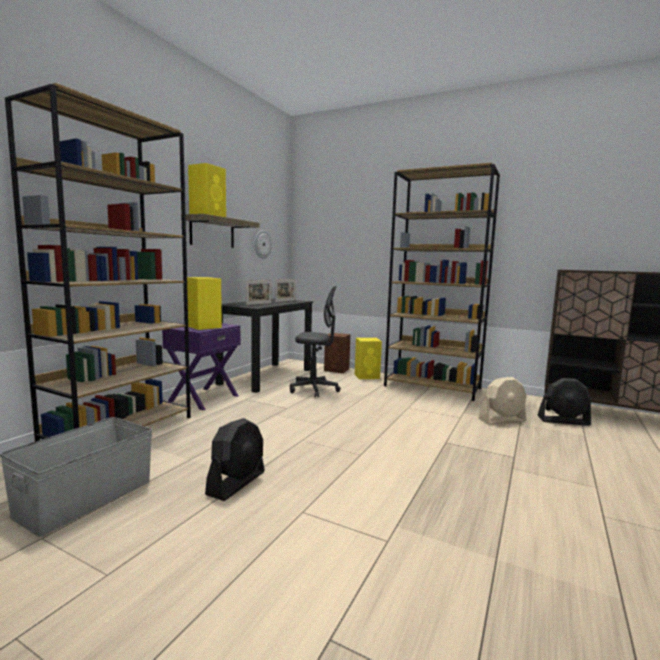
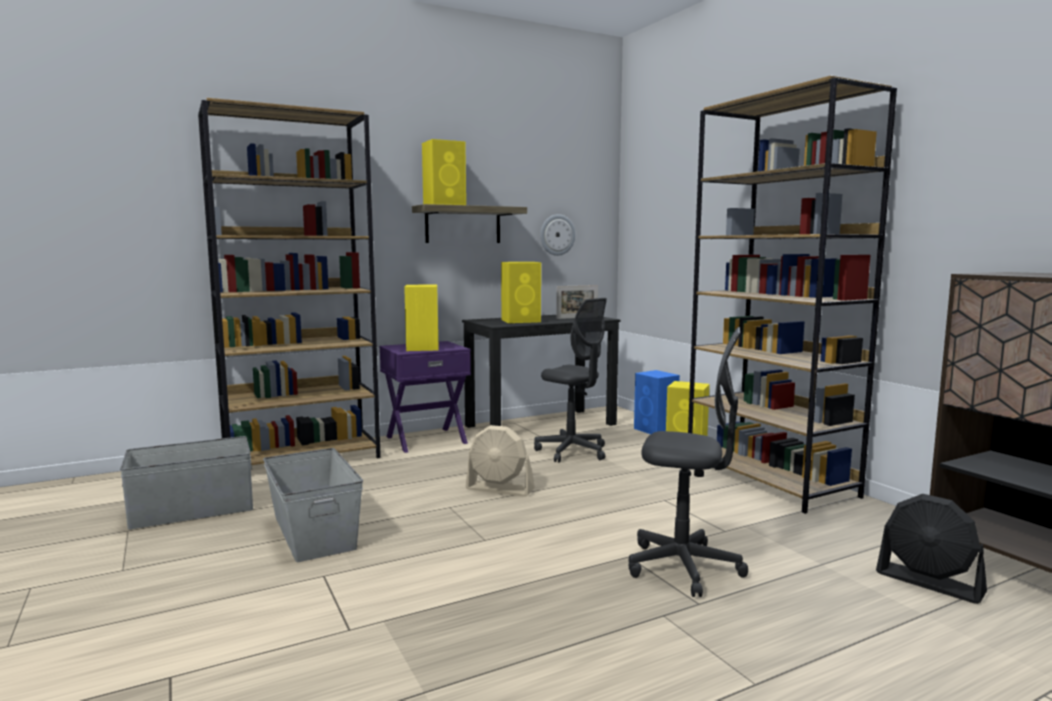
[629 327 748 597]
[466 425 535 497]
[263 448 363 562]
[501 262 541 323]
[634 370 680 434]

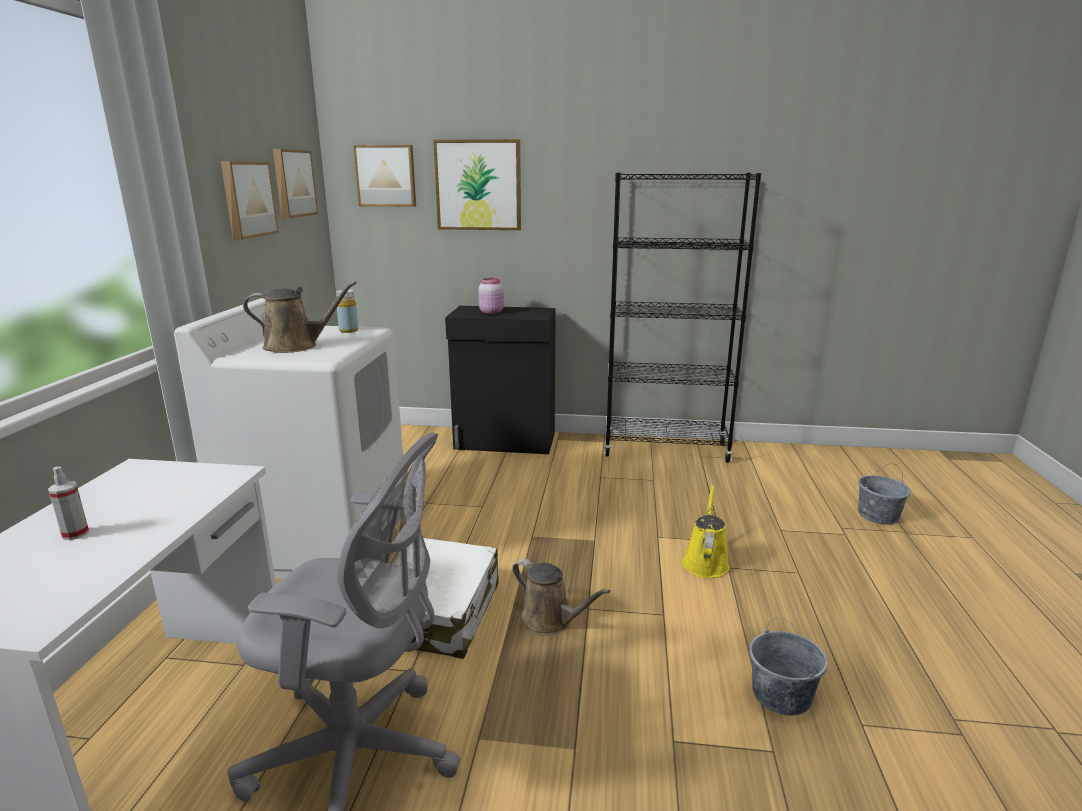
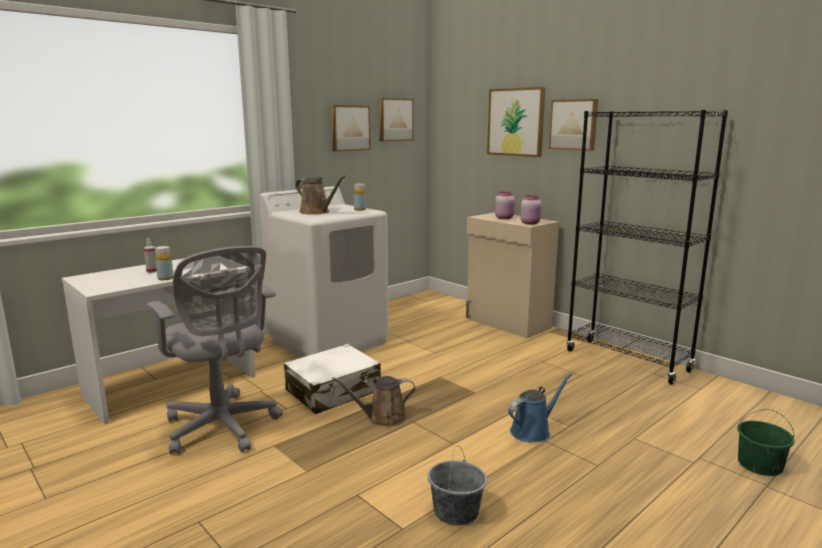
[155 246 174 280]
[520 195 542 225]
[549 99 598 151]
[466 213 559 338]
[508 373 572 442]
[737 409 794 476]
[332 376 415 426]

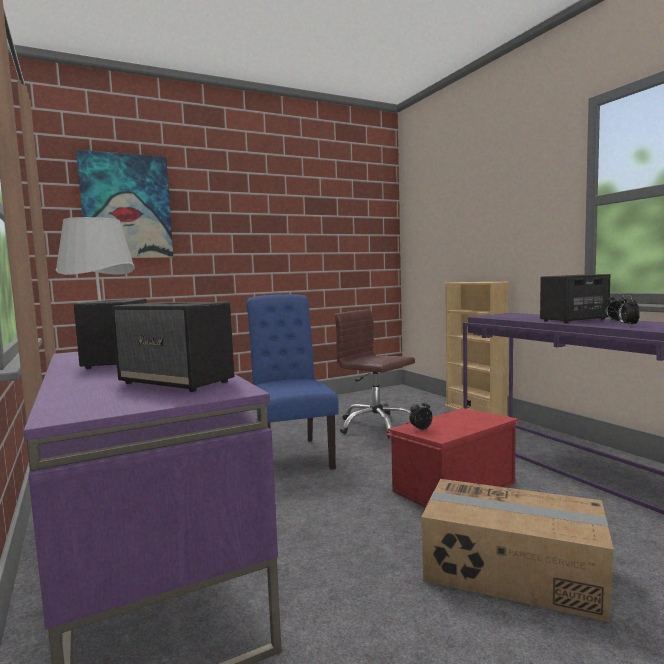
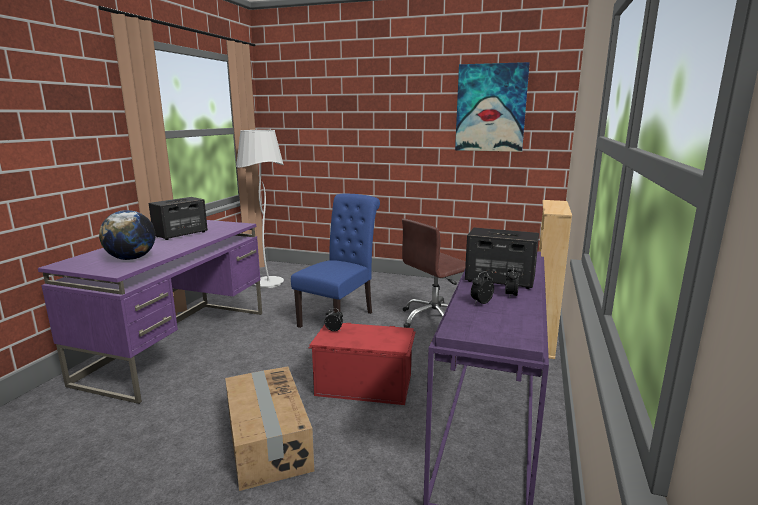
[455 62 530 152]
[99 210 156 260]
[402 219 466 328]

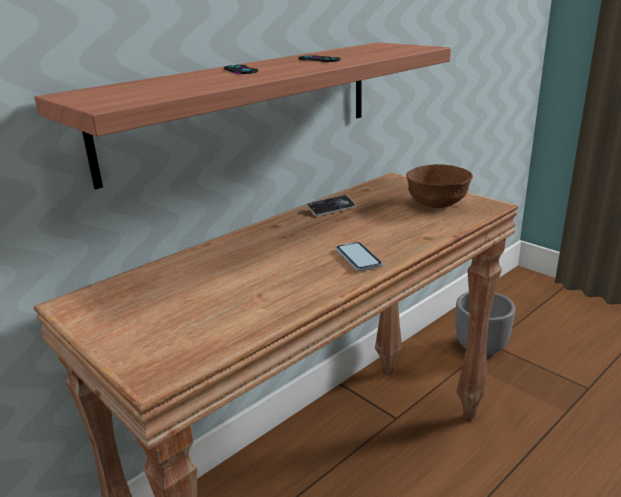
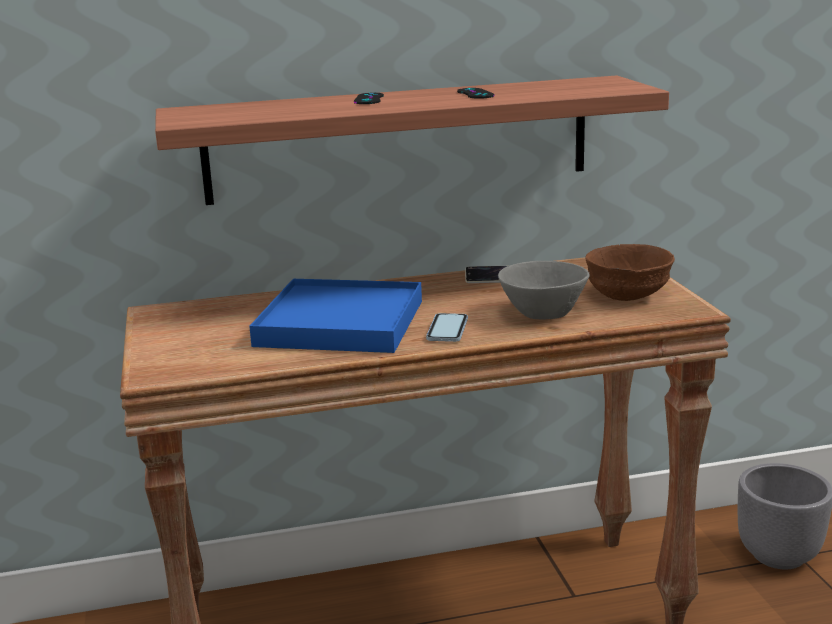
[249 279 422 353]
[498 261 590 320]

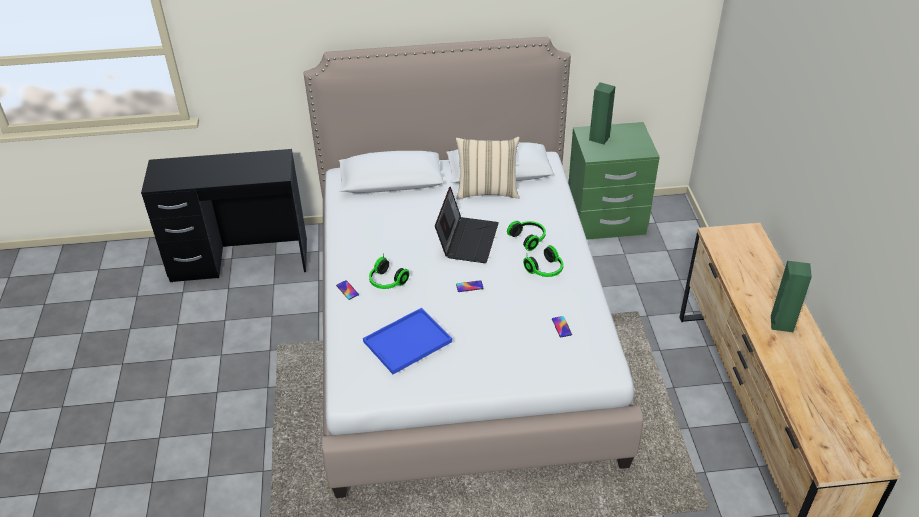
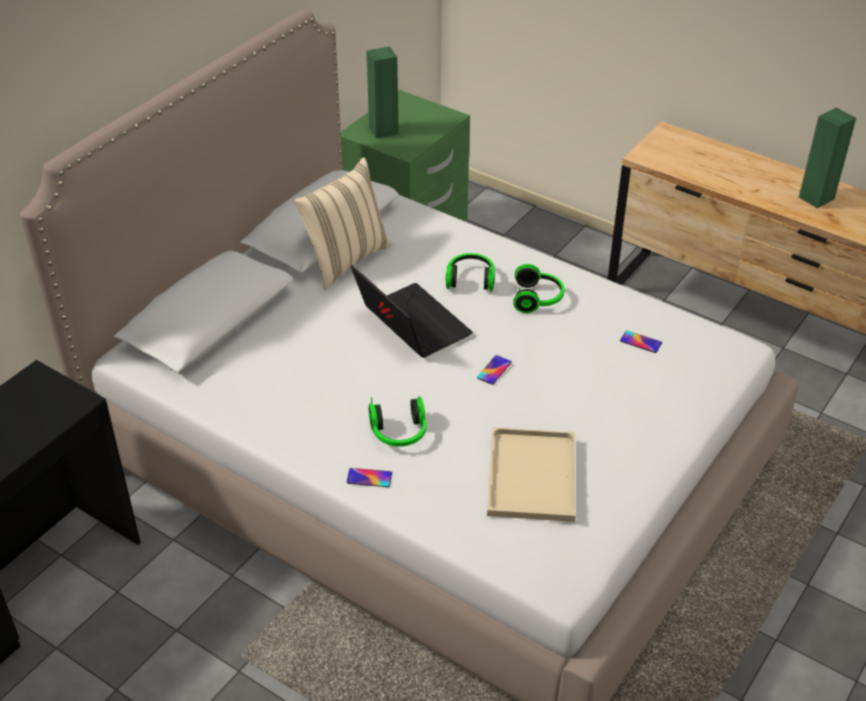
[487 427 576 522]

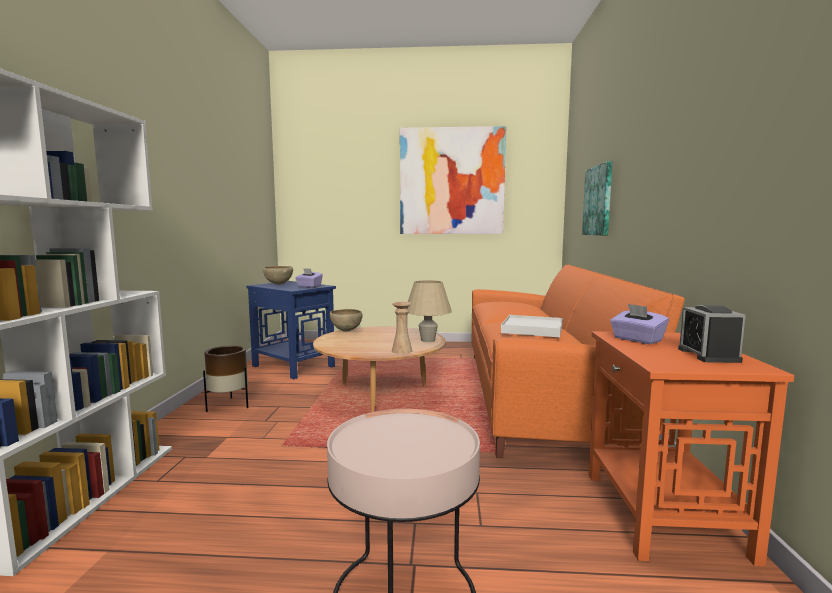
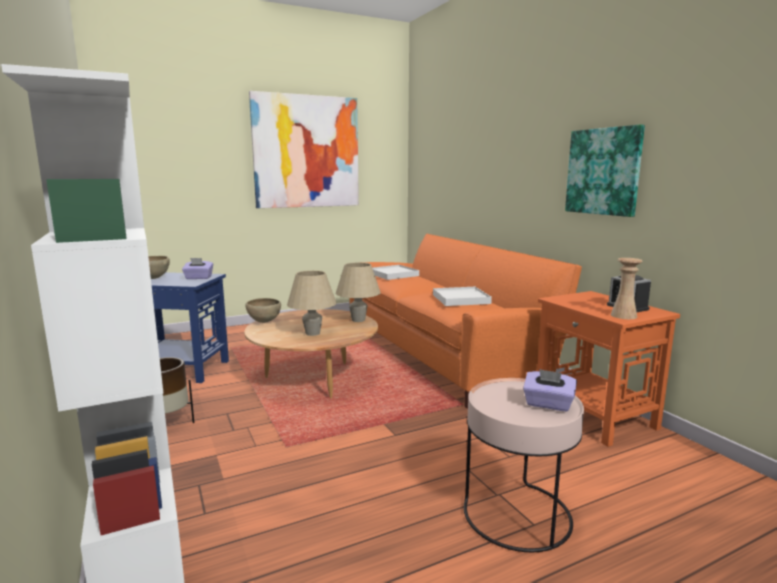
[287 270 336 336]
[372 265 419 280]
[610 258 643 319]
[565 125 645 217]
[523 369 577 412]

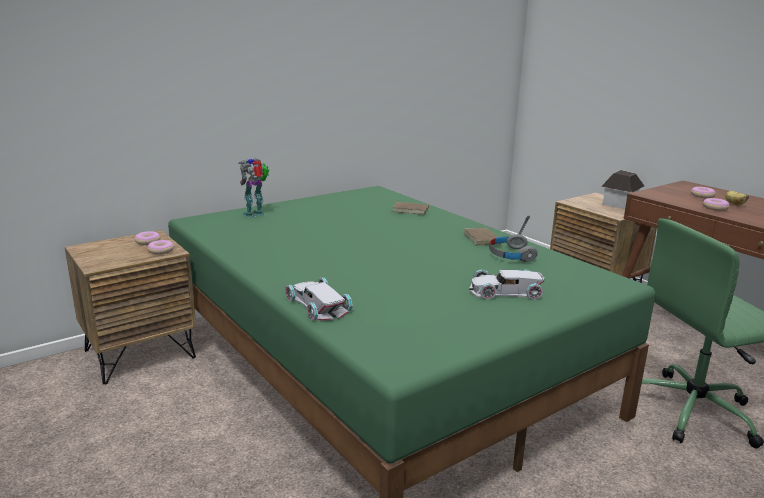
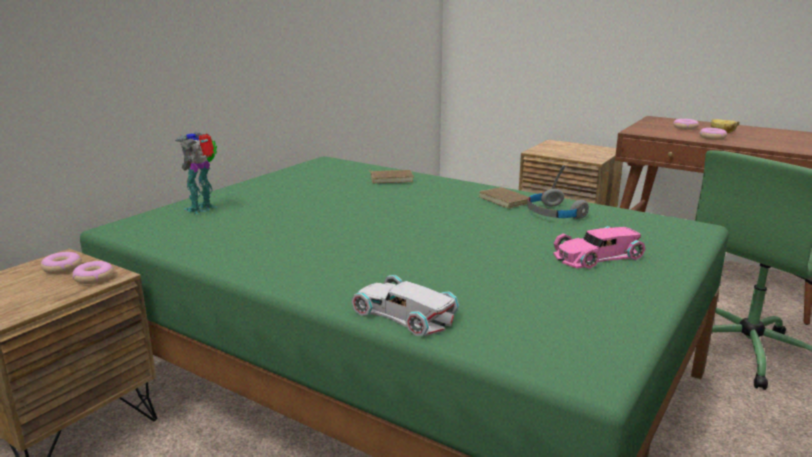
[601 170 644 209] (first image)
[553 226 645 269]

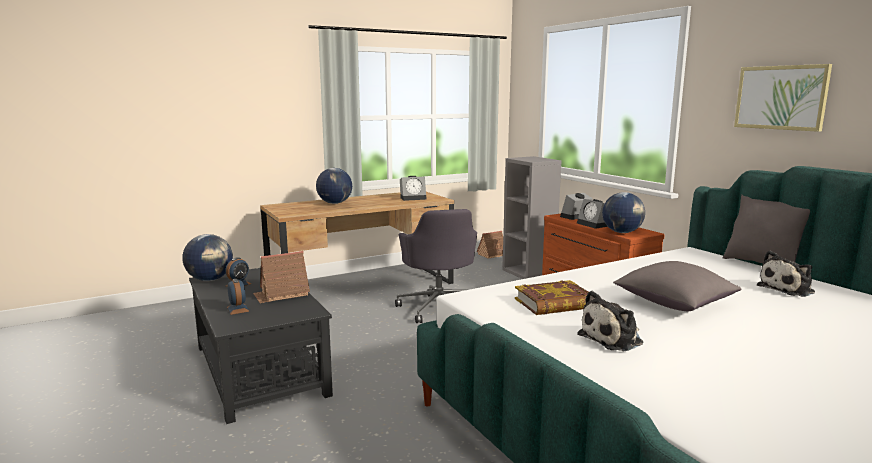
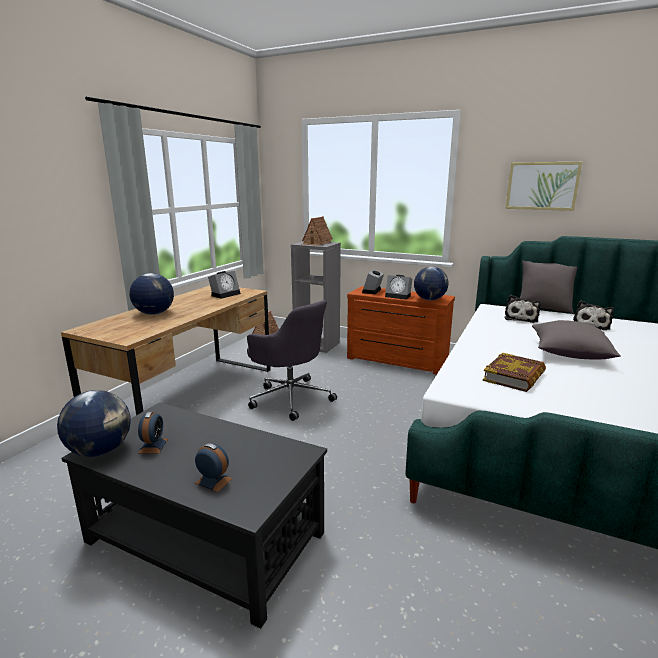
[302 216 333 246]
[504 295 541 323]

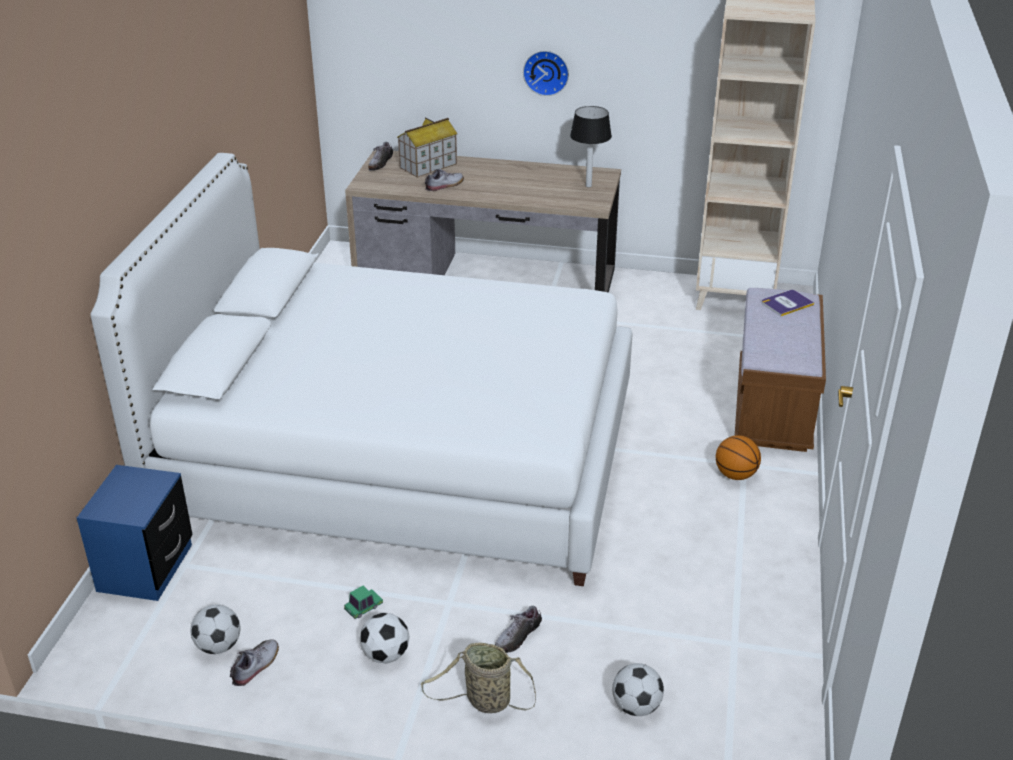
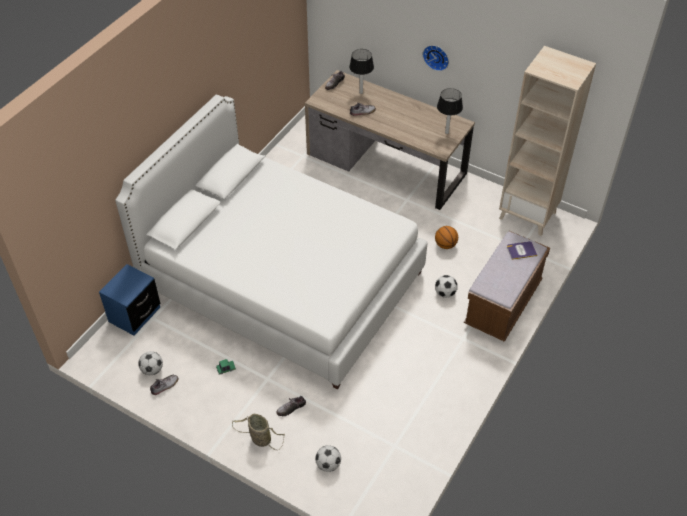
[435 275 458 298]
[435 226 458 249]
[349 49 374 94]

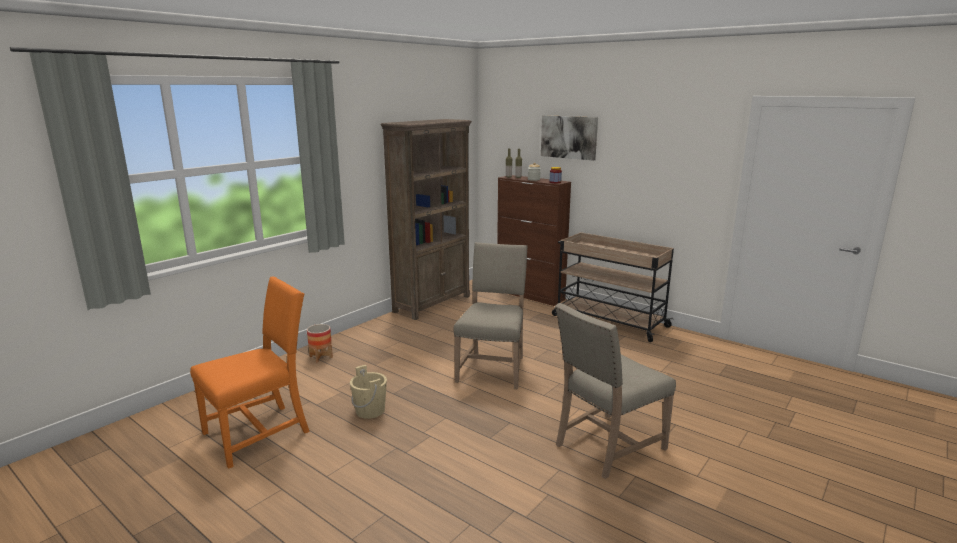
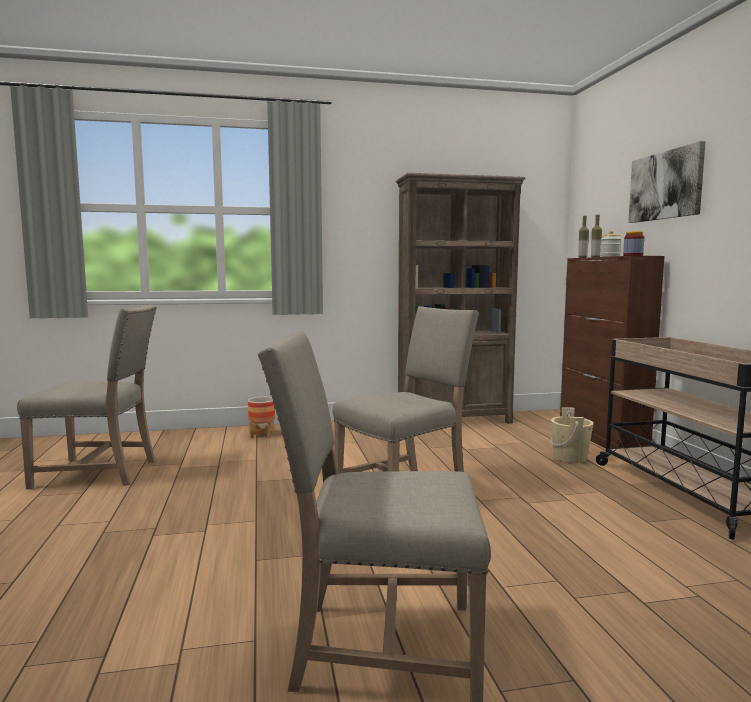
[550 407 594 463]
[17 304 157 489]

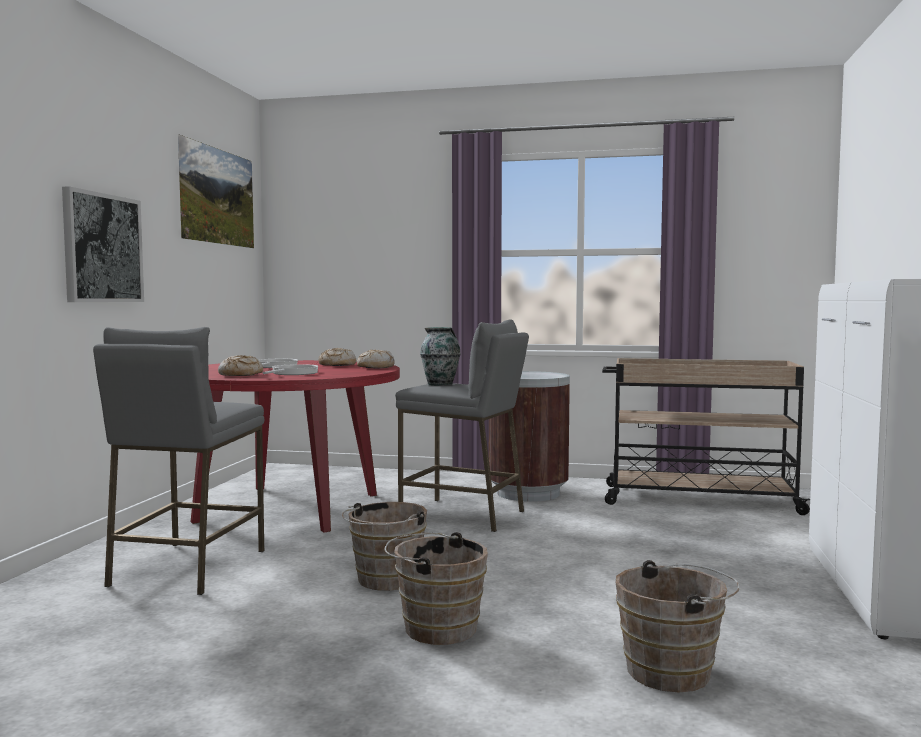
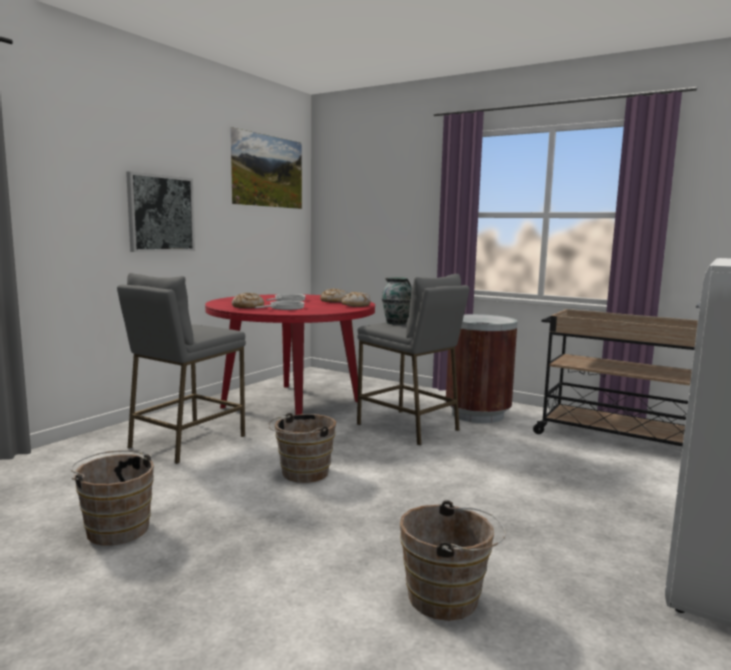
[71 450 154 545]

